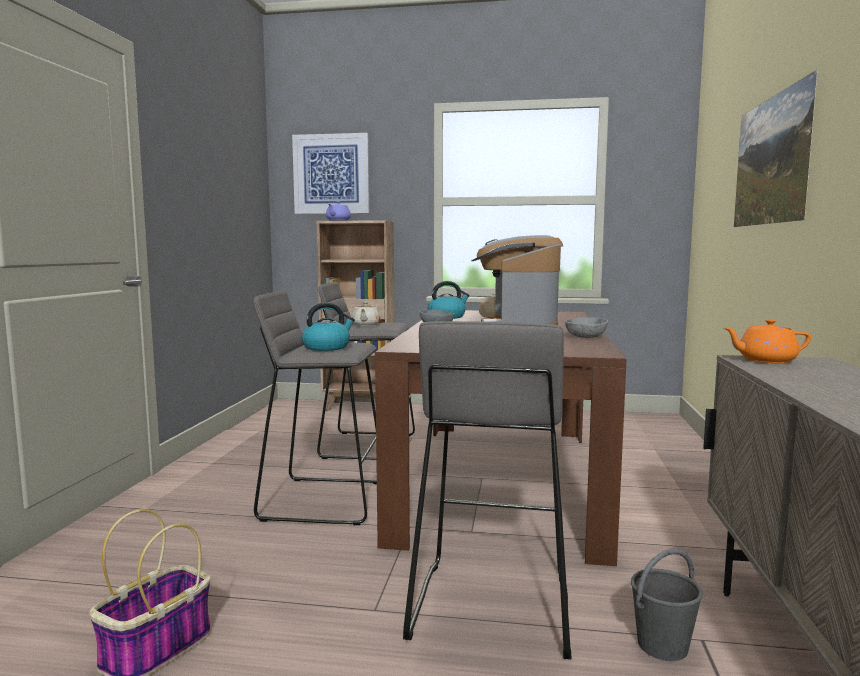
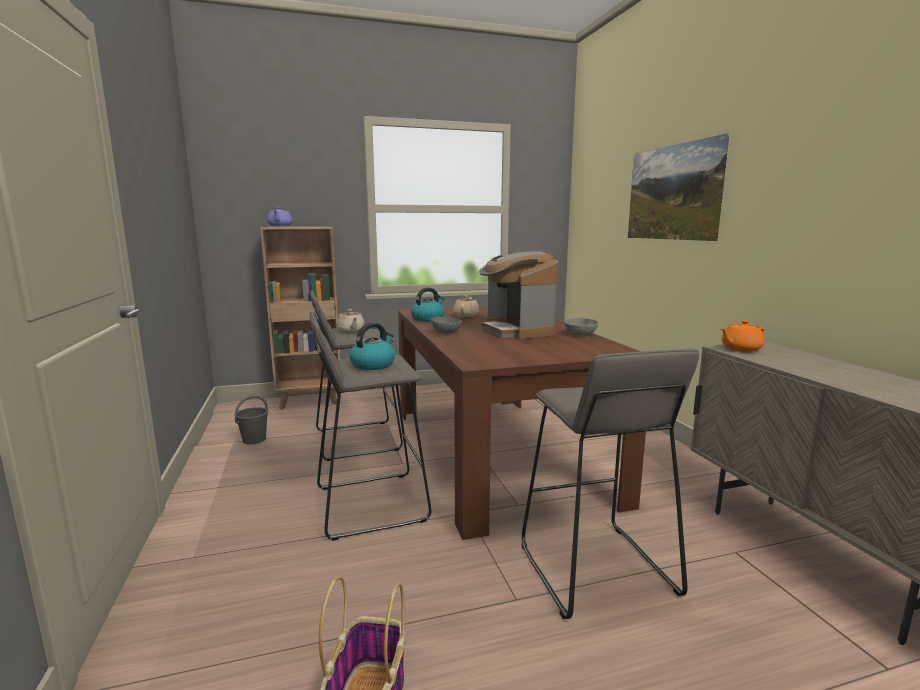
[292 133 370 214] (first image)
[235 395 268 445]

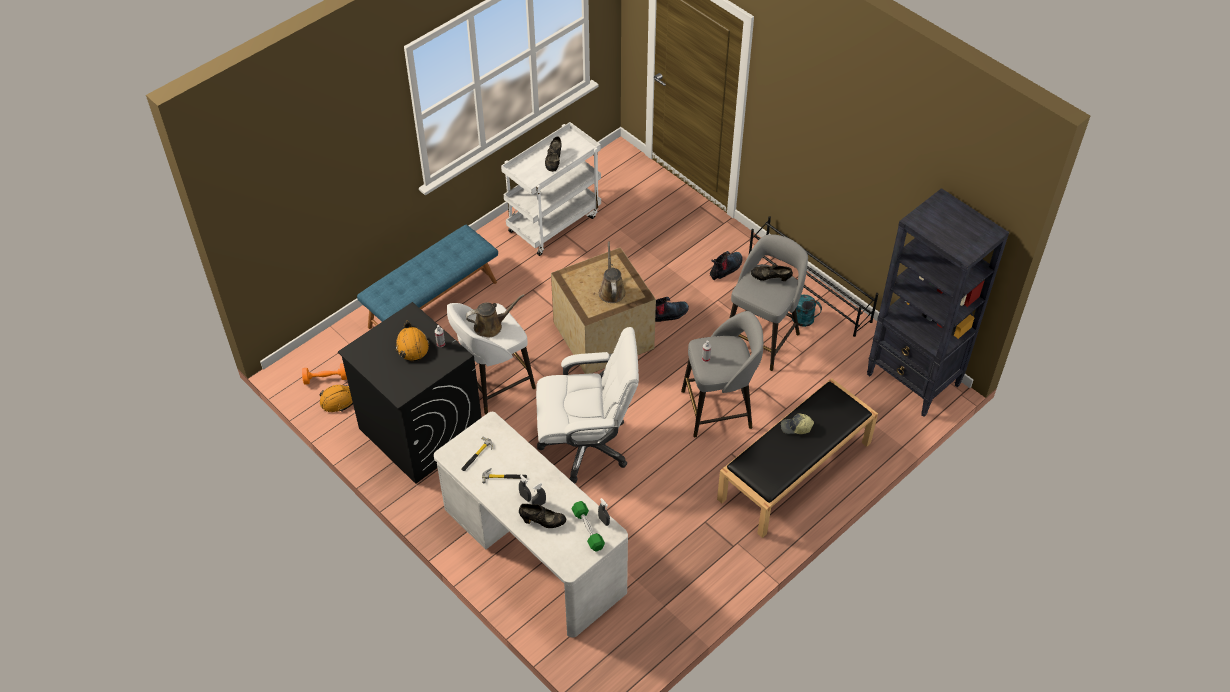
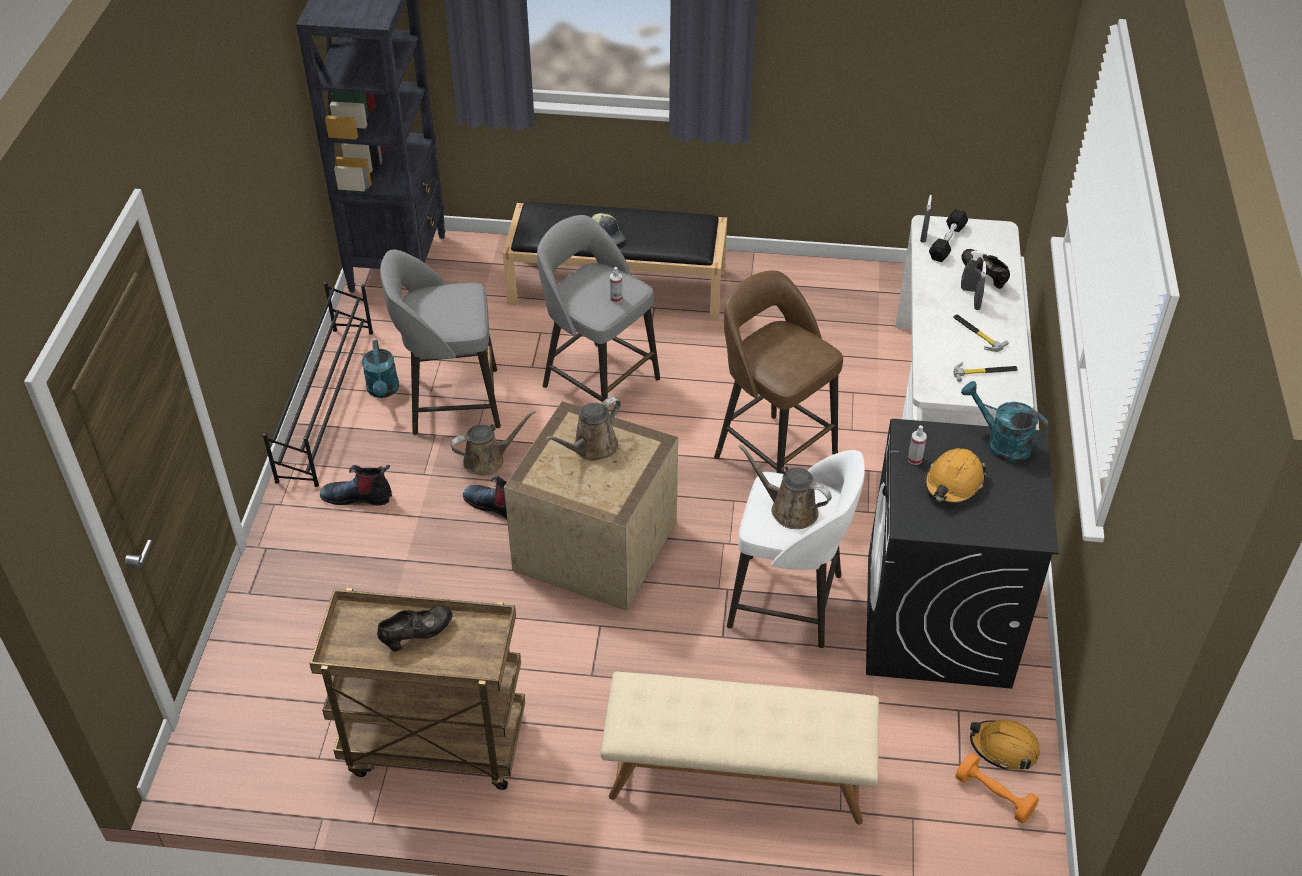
[751 265 793 281] (first image)
[451 410 536 476]
[961 381 1049 463]
[714 270 843 474]
[600 672 879 825]
[309 587 525 790]
[929 209 968 262]

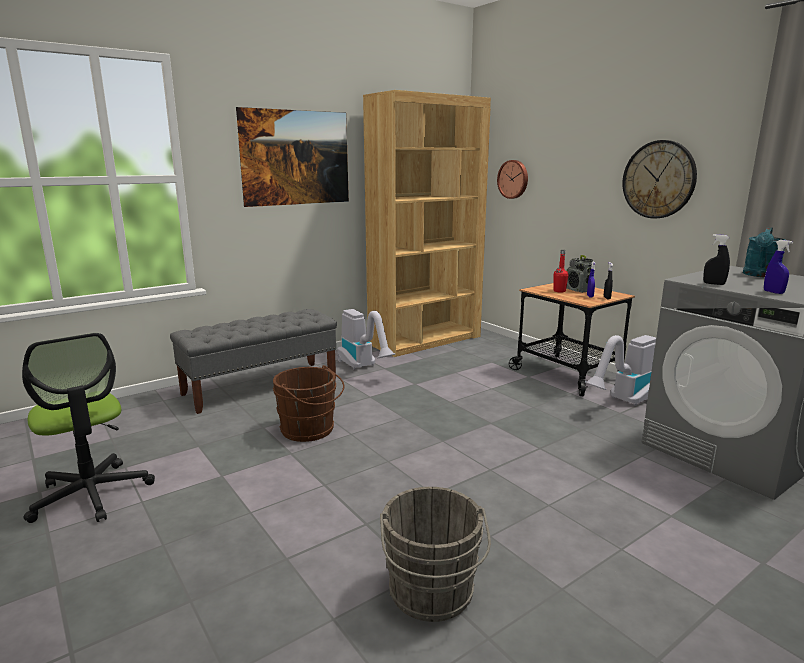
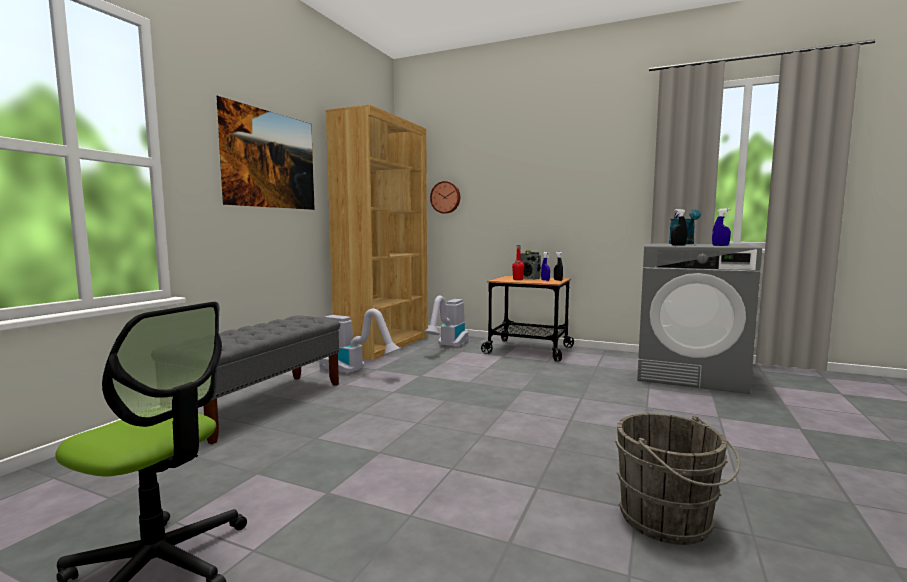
[273 365 344 442] (first image)
[623 140 697 219] (first image)
[424 296 469 348]

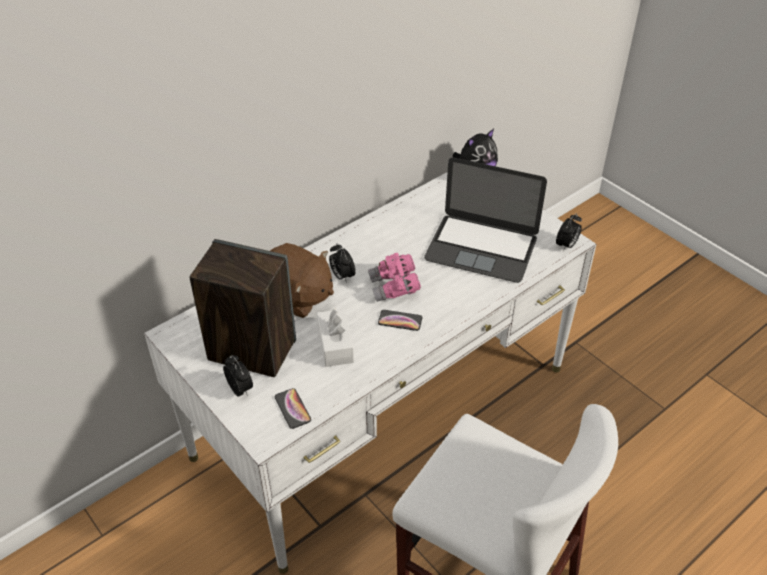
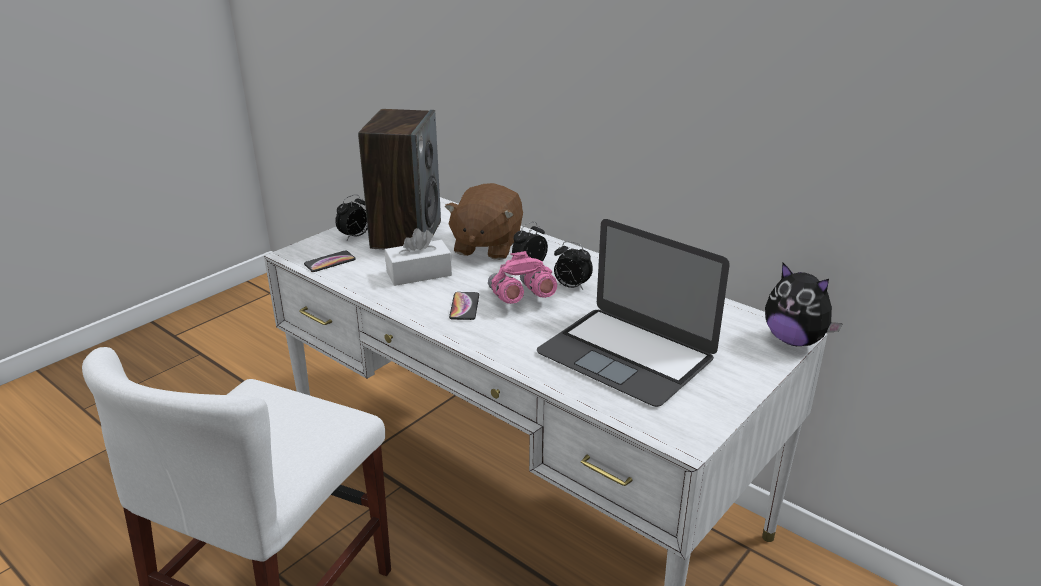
[554 241 593 290]
[537 219 730 407]

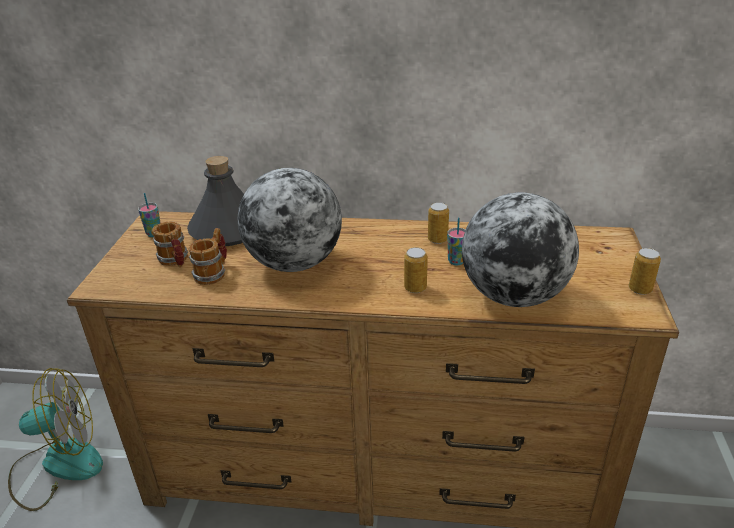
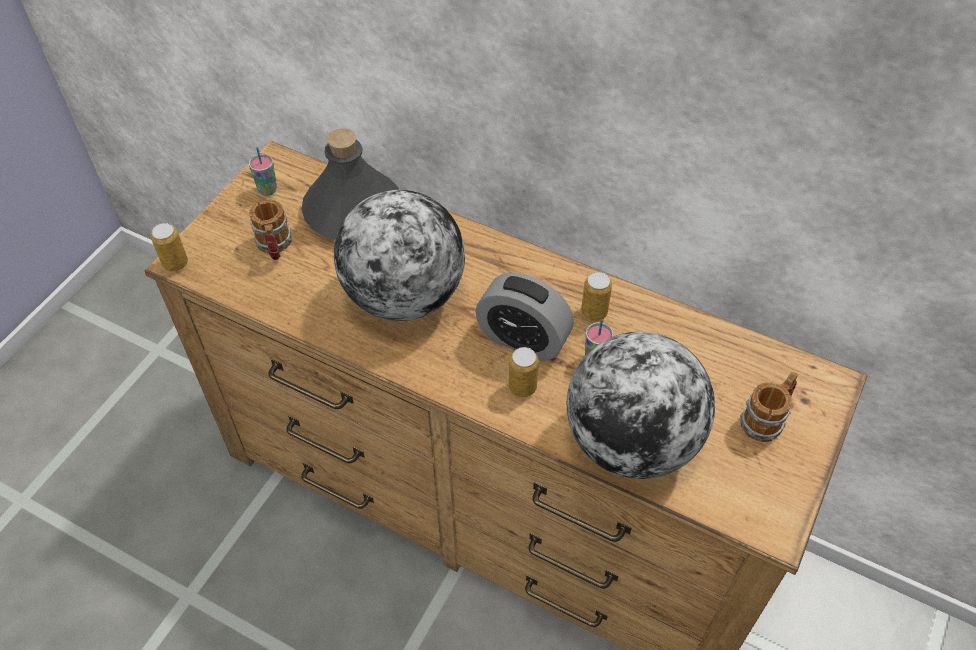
[8 368 103 511] (first image)
[475 272 574 361]
[740 372 798 442]
[151 223 188 271]

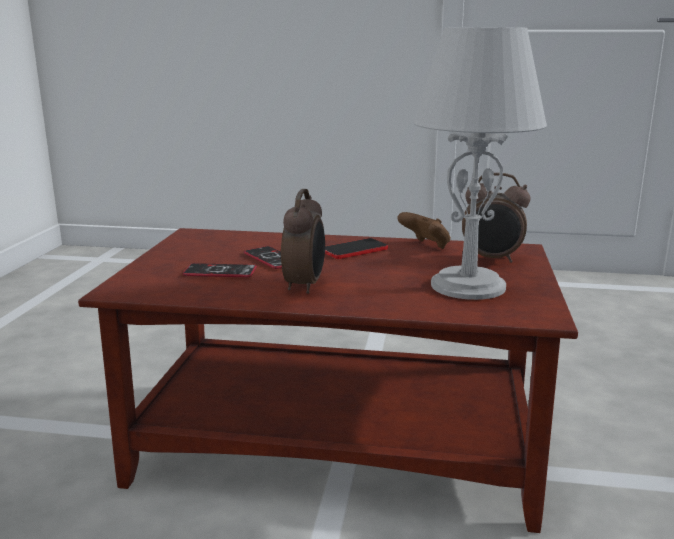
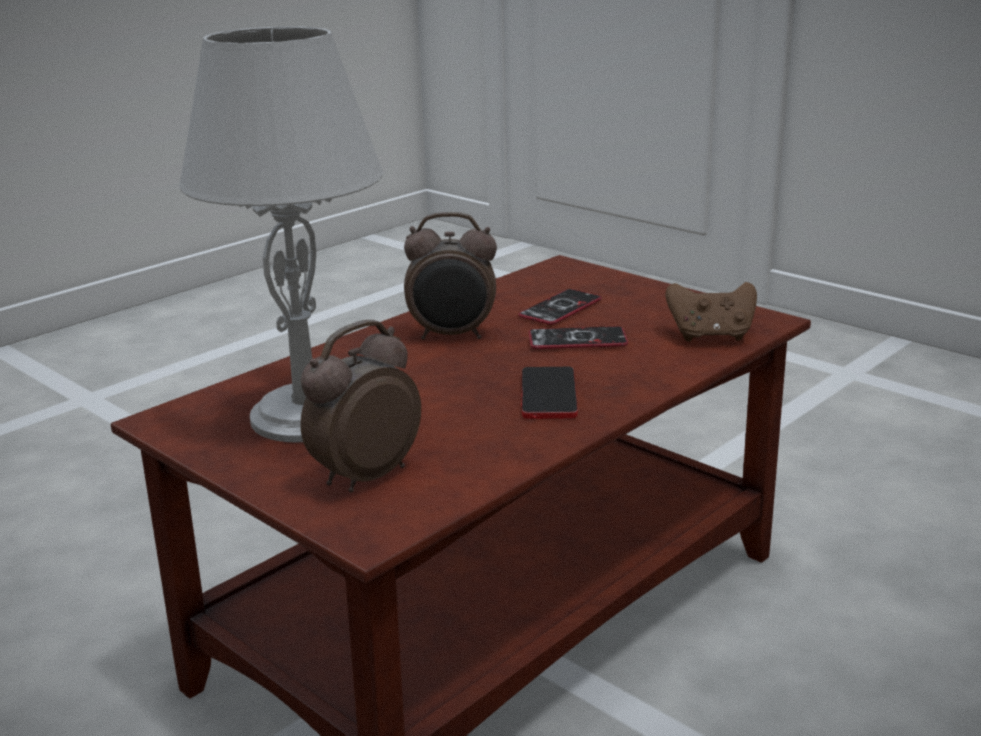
[665 282 757 342]
[404 212 497 340]

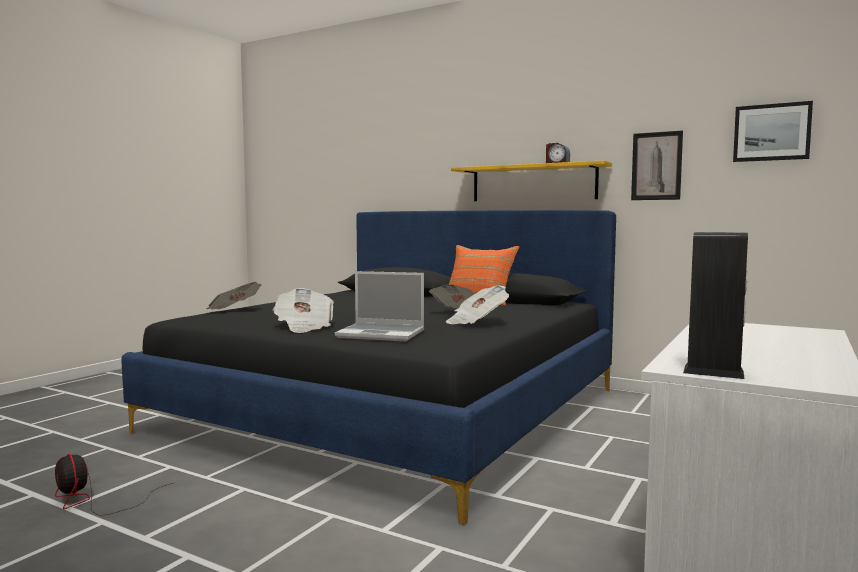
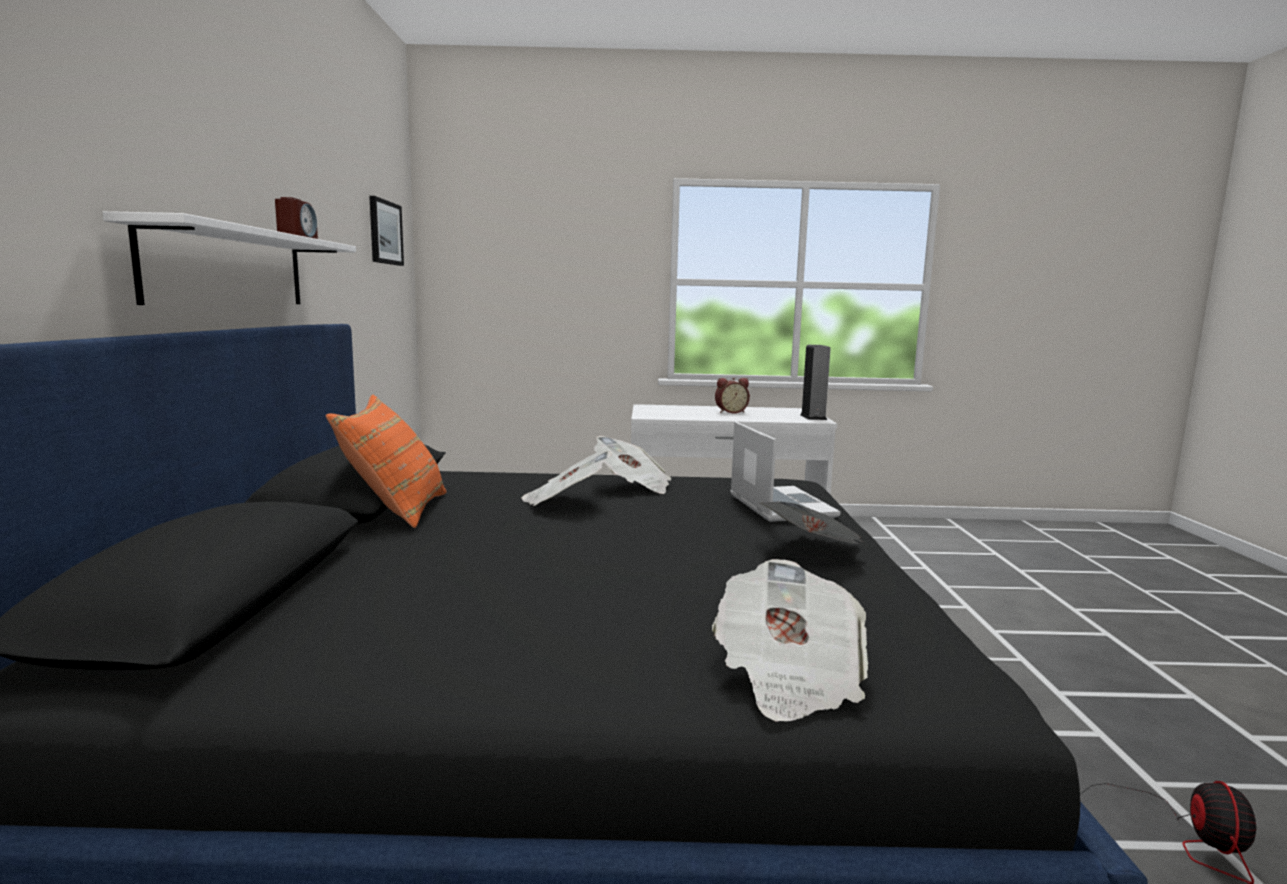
[631 130 683 200] (first image)
[715 378 750 414]
[102 211 356 305]

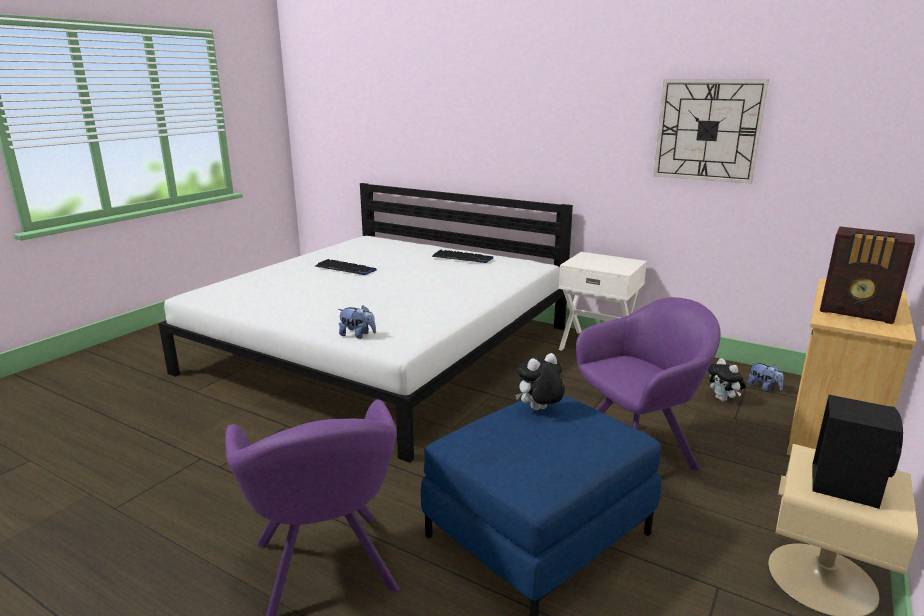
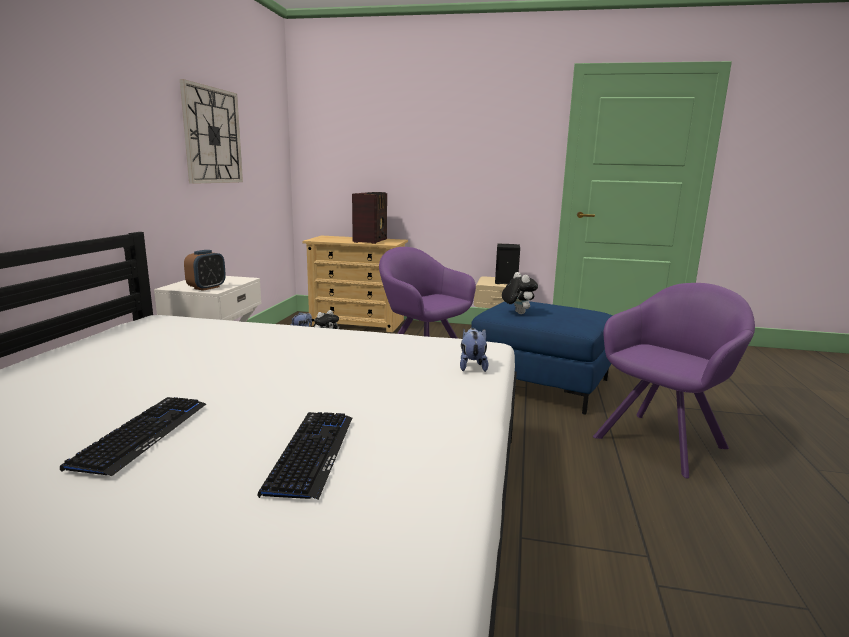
[184 250 226 291]
[258 412 352 500]
[502 272 538 314]

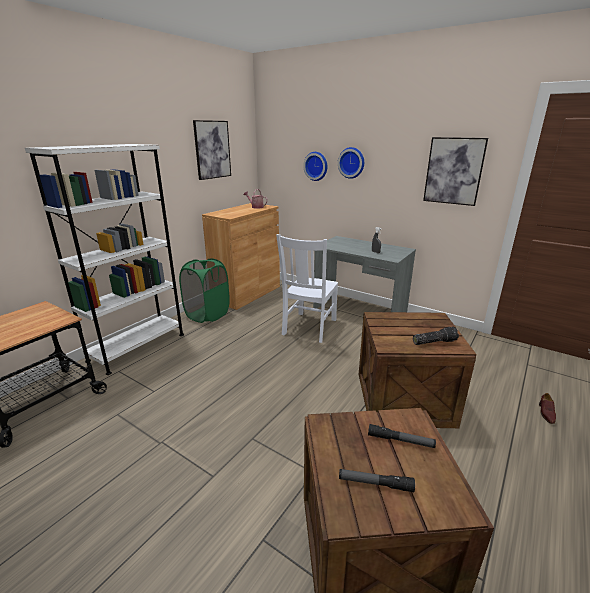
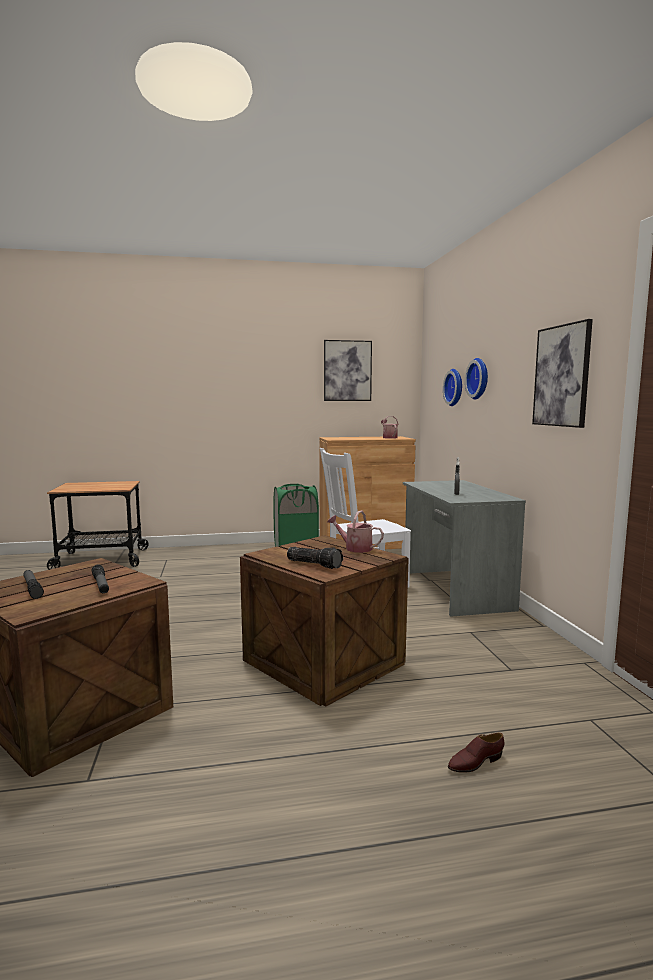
[25 144 184 375] (first image)
[327 510 384 553]

